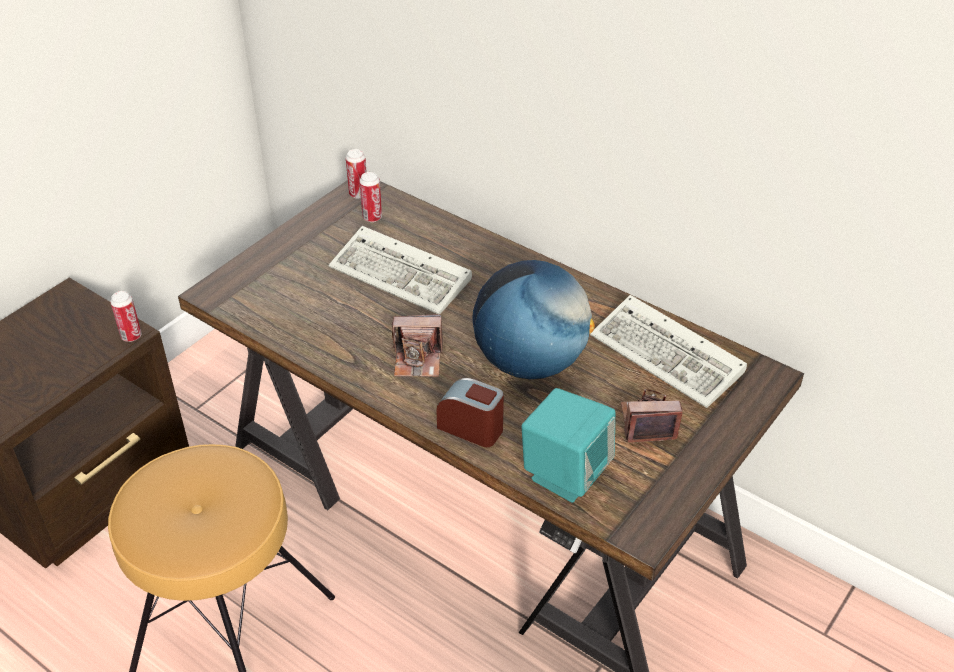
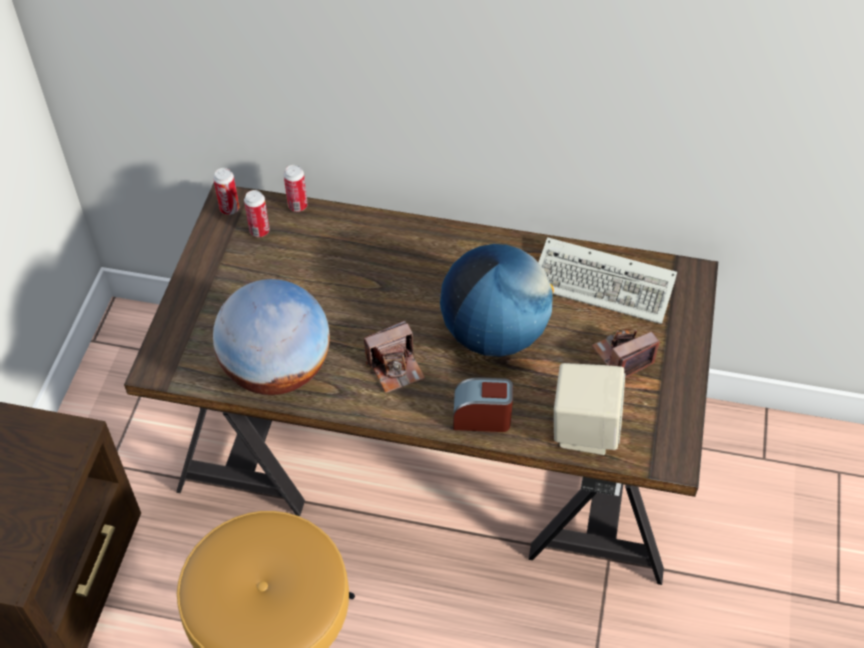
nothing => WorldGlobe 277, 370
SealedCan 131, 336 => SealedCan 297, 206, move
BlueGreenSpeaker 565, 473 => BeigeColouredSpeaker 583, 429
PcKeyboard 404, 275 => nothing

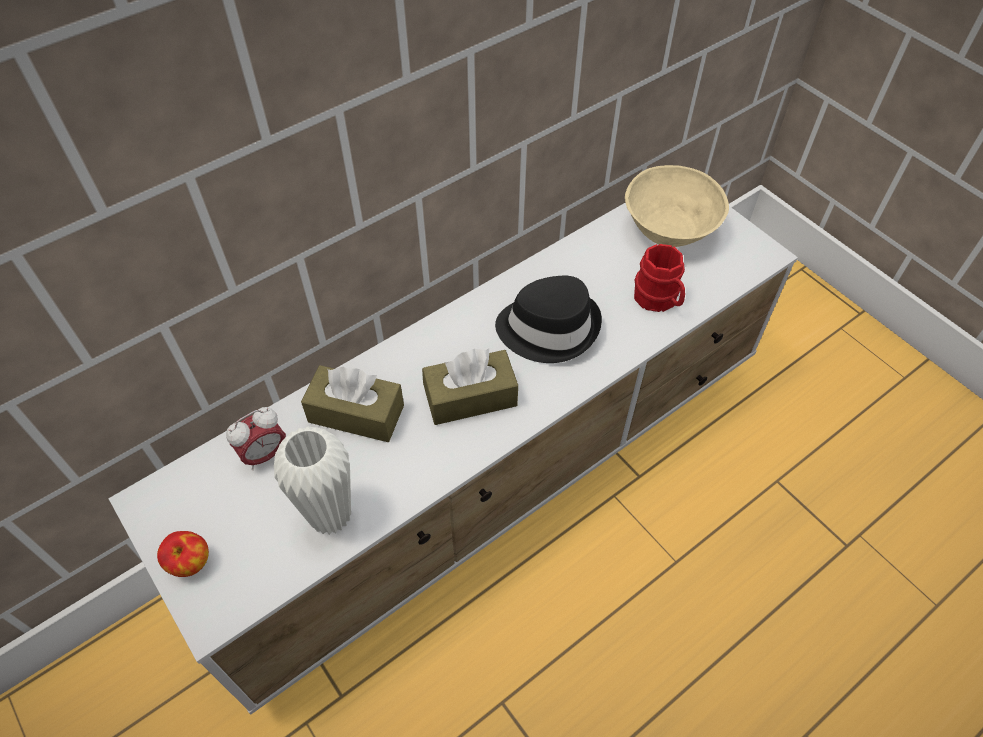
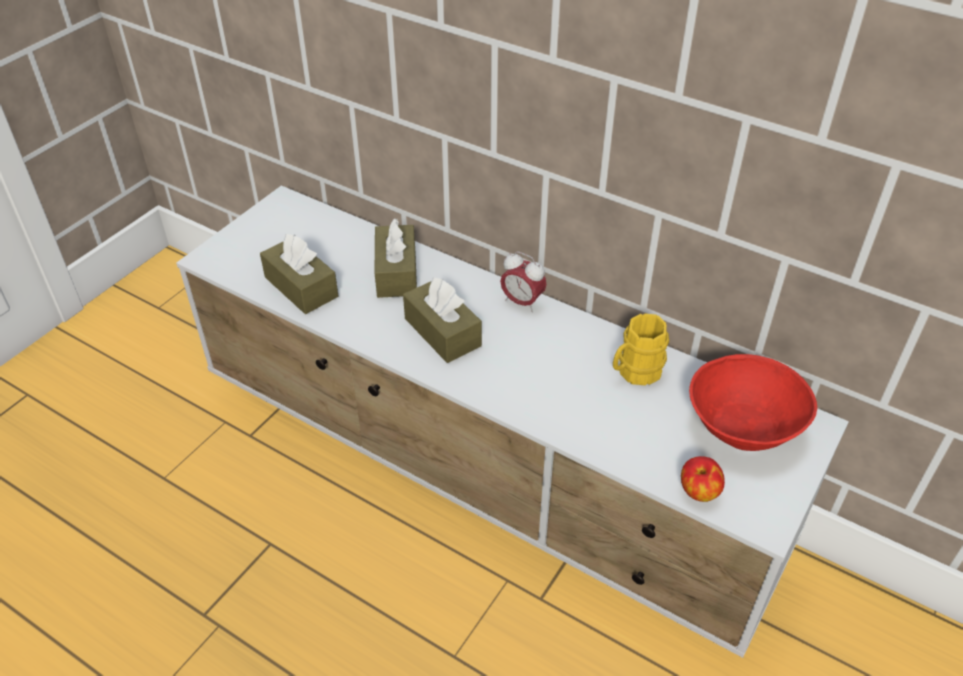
WhitishDecorativeVase 330, 515 => BrownColouredTissueHolder 301, 287
AlarmClock 264, 454 => AlarmClock 522, 302, move
nothing => YellowishTeaMug 634, 372
Apple 190, 563 => Apple 698, 492, move
BeigeColouredDeepDish 668, 228 => RedColouredDeepDish 742, 426
BlackColouredHat 548, 327 => nothing
RedColouredTeaMug 658, 300 => nothing

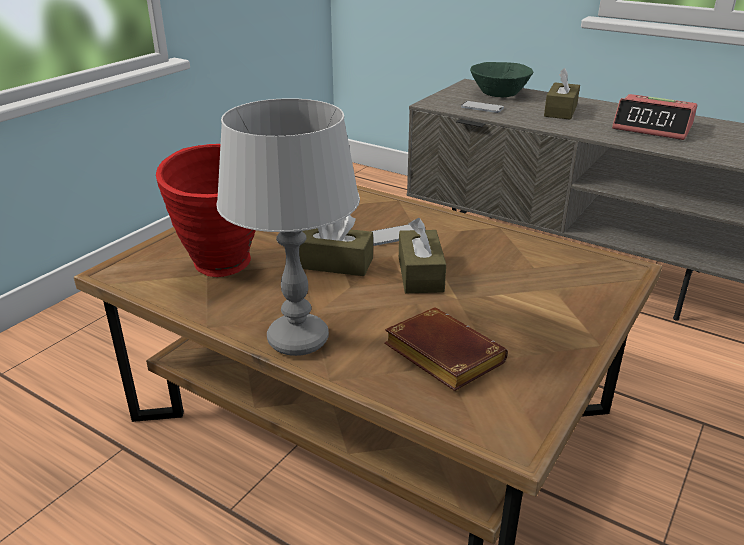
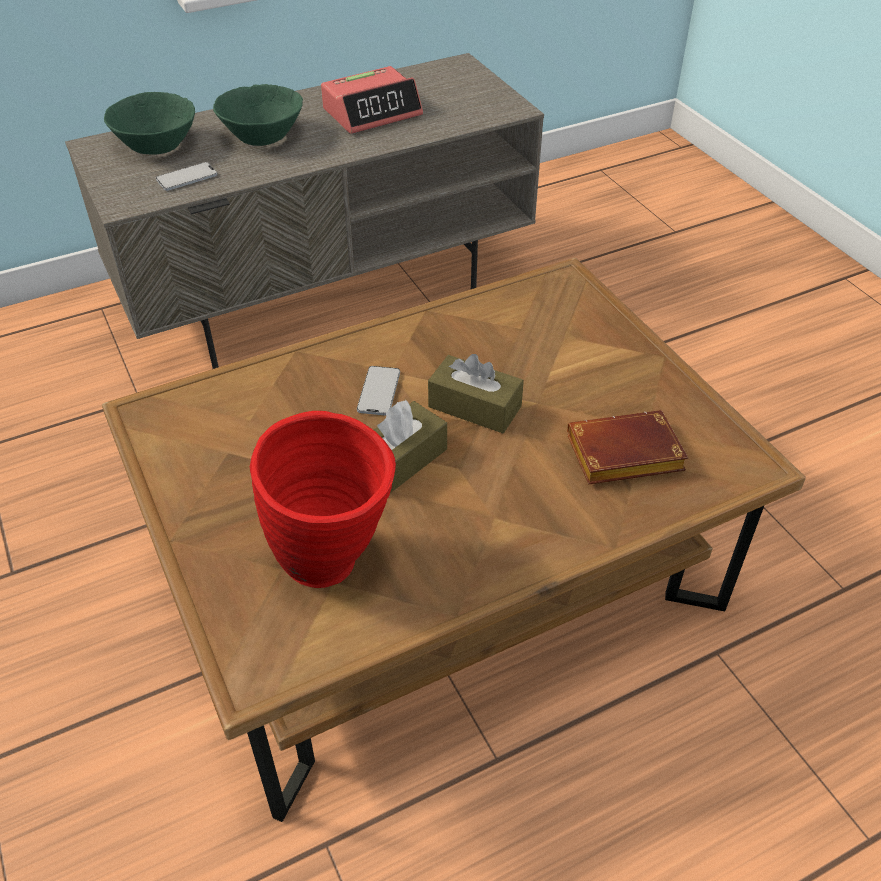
BrownColouredTissueHolder 560, 111 => GreenDeepDish 263, 136
GreyishLampForATable 297, 340 => nothing

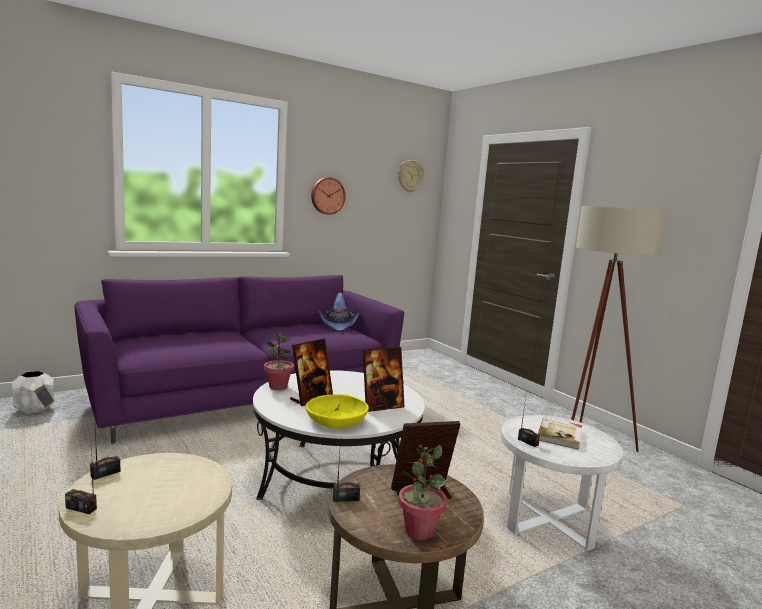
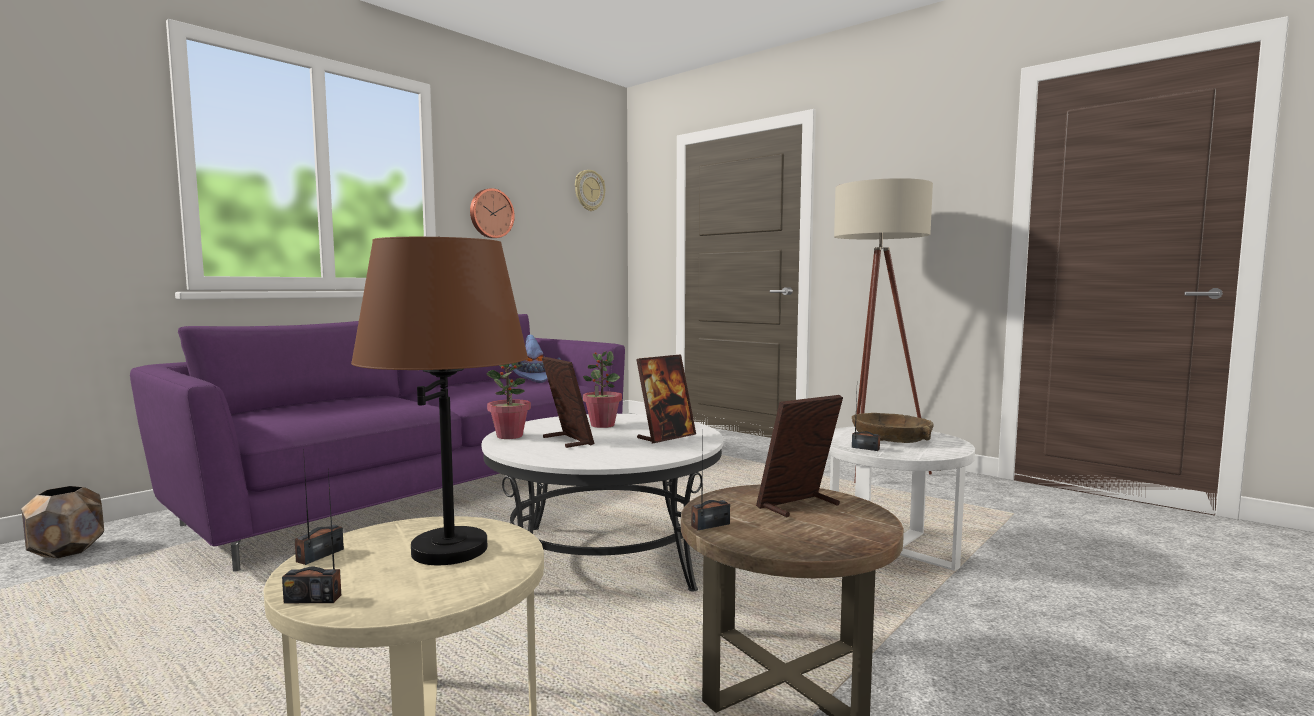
WhitishPlanter 35, 409 => BrownColouredPlanter 68, 551
nothing => BrownColouredLampForATable 449, 549
StandingFrame 311, 398 => StandingFrame 567, 441, 60 degrees counterclockwise
Houseplant 419, 531 => Houseplant 602, 425, move
Book 560, 435 => BrownColouredDeepDish 892, 438
YellowishDeepDish 336, 420 => nothing

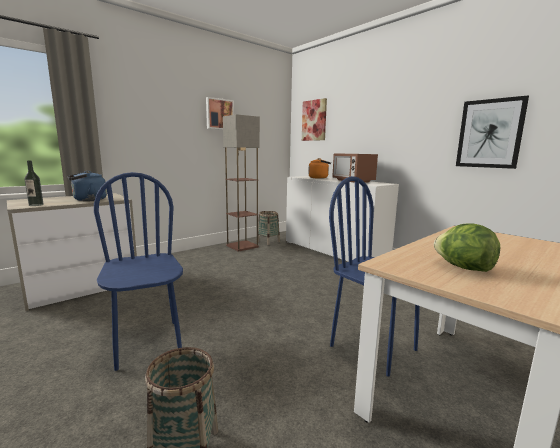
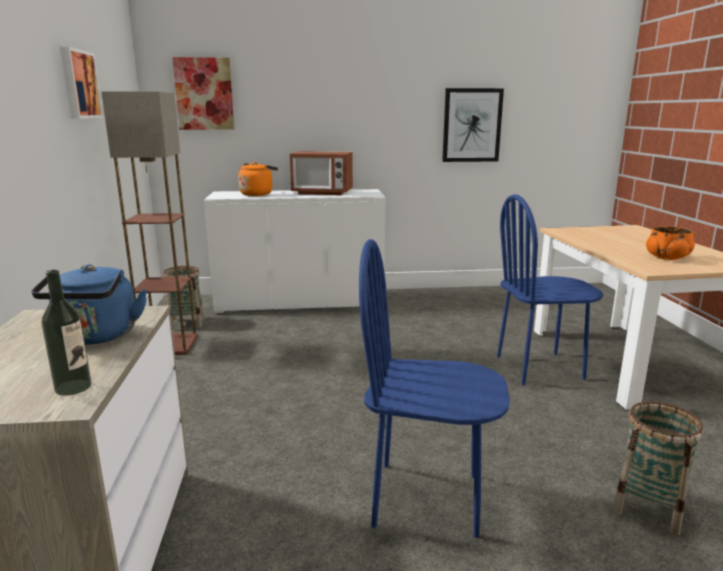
HeadOfLettuce 463, 268 => OrangeyDeepDish 667, 257

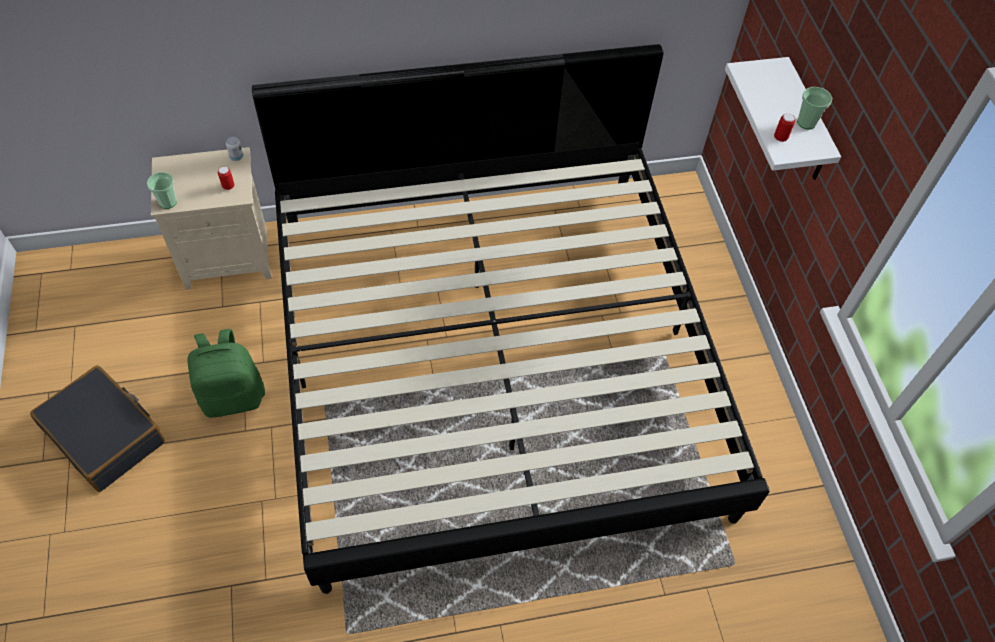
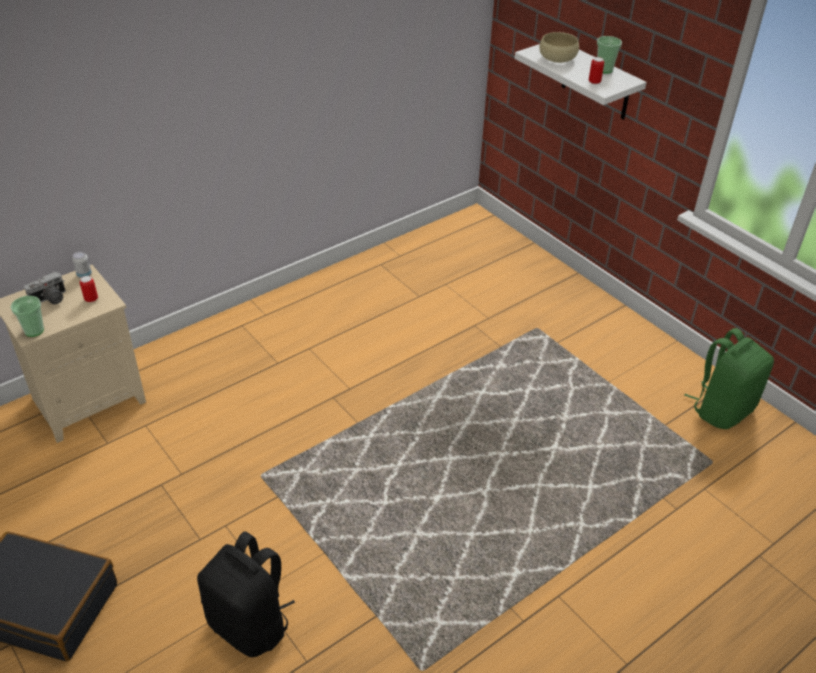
nothing => StillCamera 50, 300
nothing => BlackColouredRucksack 250, 624
nothing => BeigeColouredDeepDish 557, 58
GreenRucksack 233, 396 => GreenRucksack 722, 409, move
BedroomBed 495, 360 => nothing

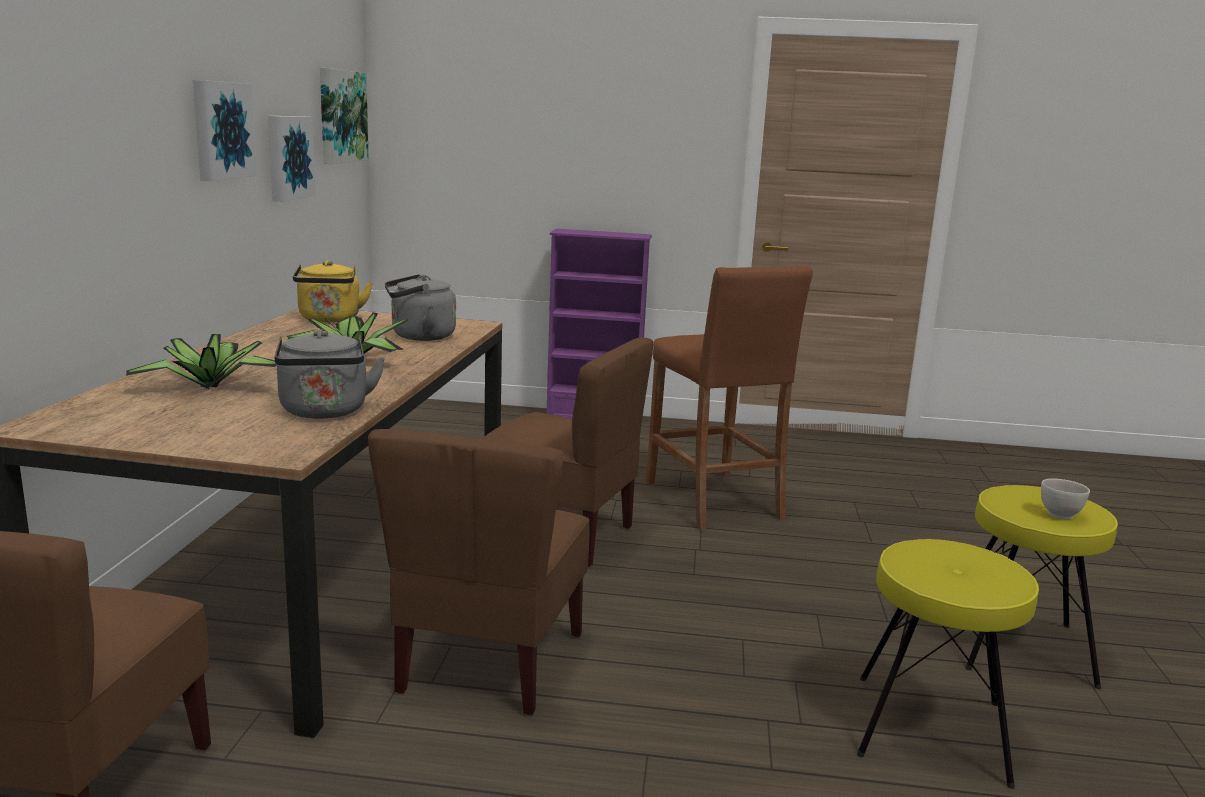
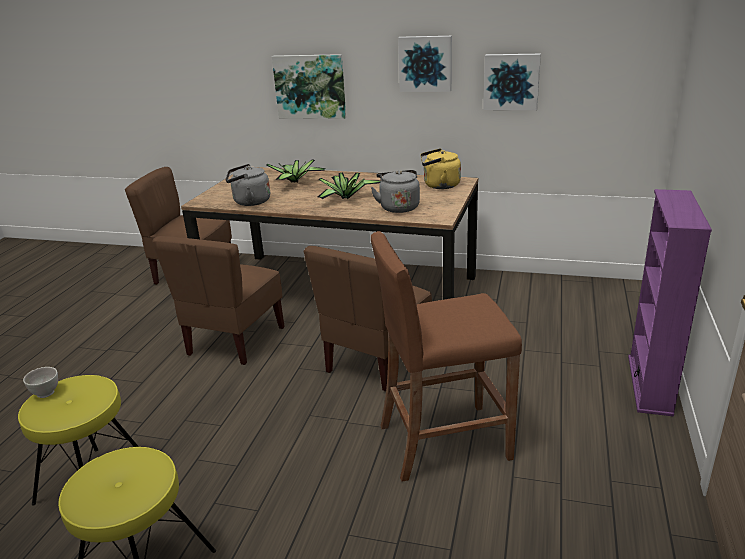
WhitishDeepDish 1059, 515 => WhitishDeepDish 46, 393, move
BrownColouredPlainChair 488, 662 => BrownColouredPlainChair 235, 341, 90 degrees counterclockwise
WallPicture 341, 116 => WallPicture 310, 86, move

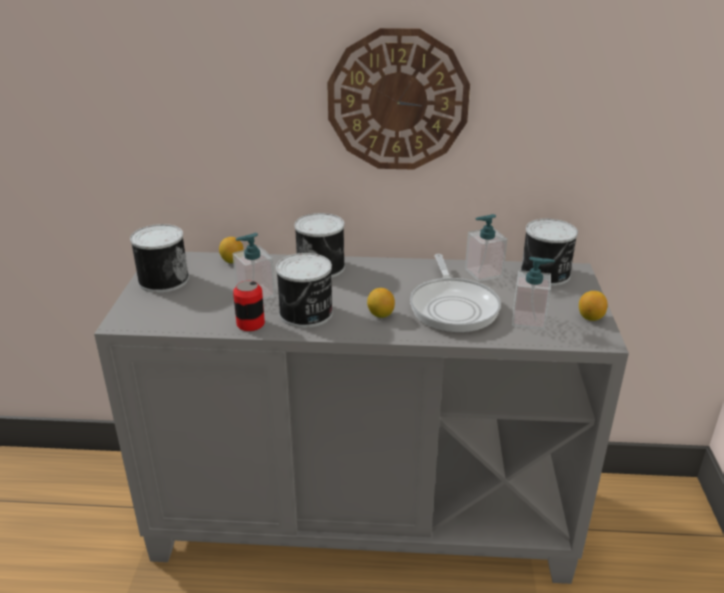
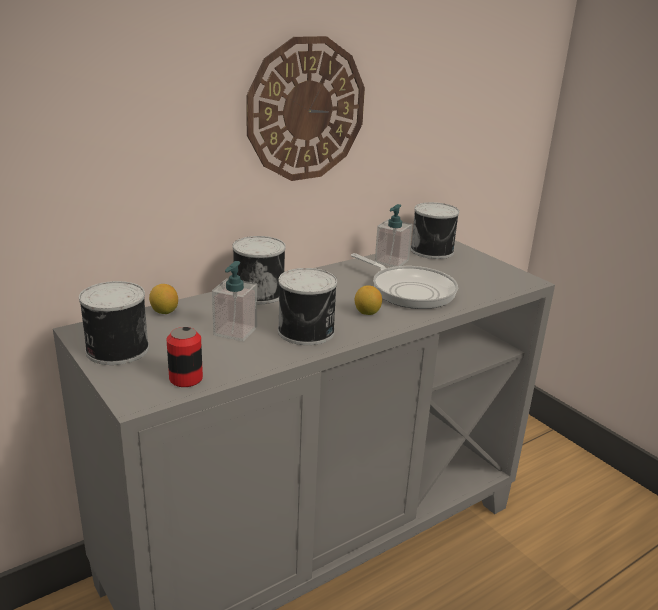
SealedCan 250, 324 => SealedCan 186, 379, move
LiquidSoapBottle 528, 320 => nothing
CitrusFruit 590, 317 => nothing

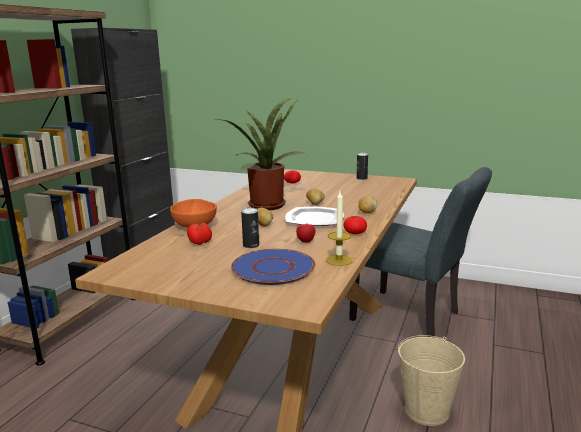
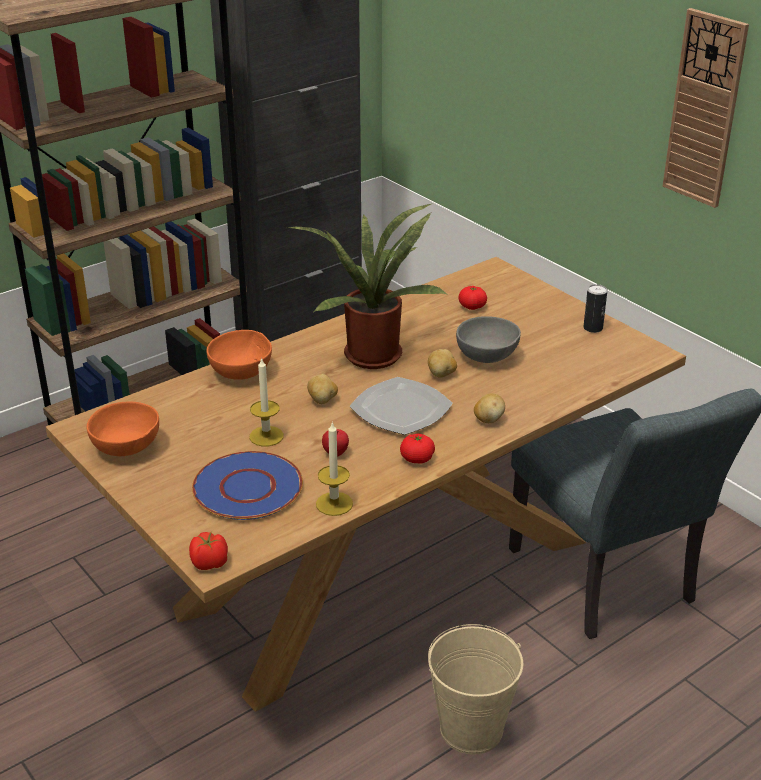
nothing => OrangeyDeepDish 127, 449
Tomato 200, 242 => Tomato 210, 563, move
SealedCan 251, 245 => Candle 266, 436
nothing => GreyishDeepDish 488, 357
nothing => HangingClock 705, 109

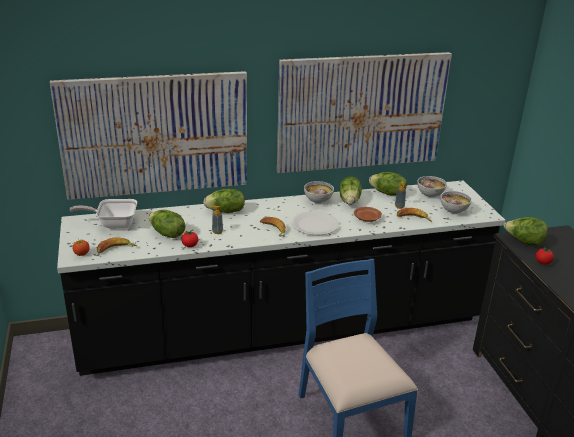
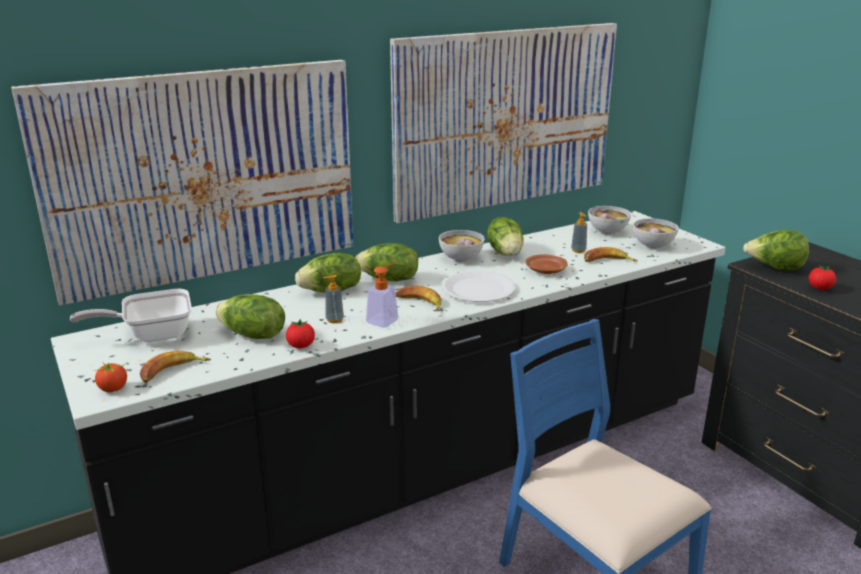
HeadOfLettuce 387, 193 => HeadOfLettuce 389, 279, move
nothing => LiquidSoapBottle 385, 319

